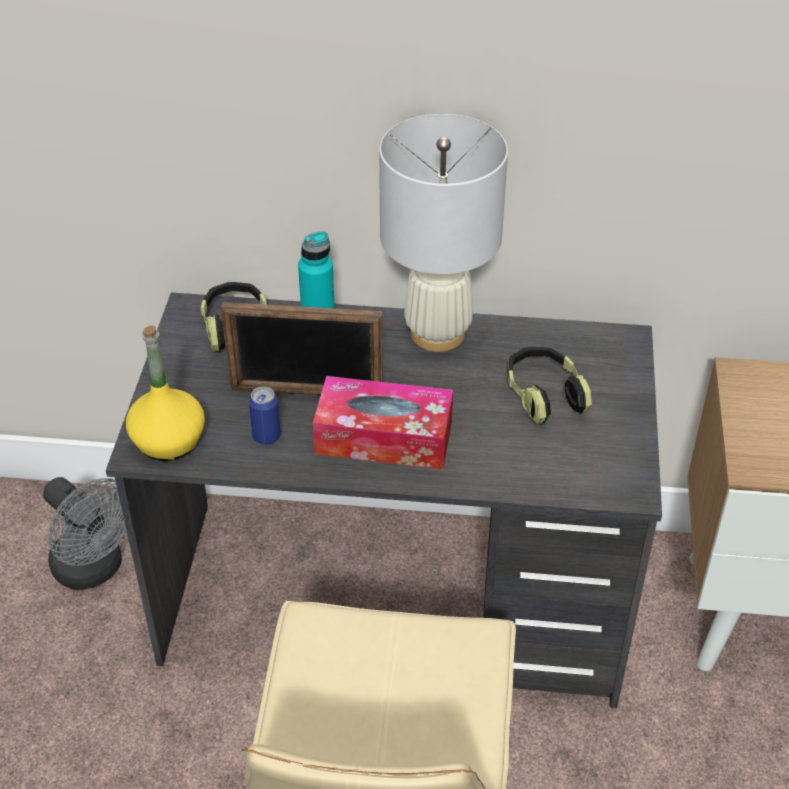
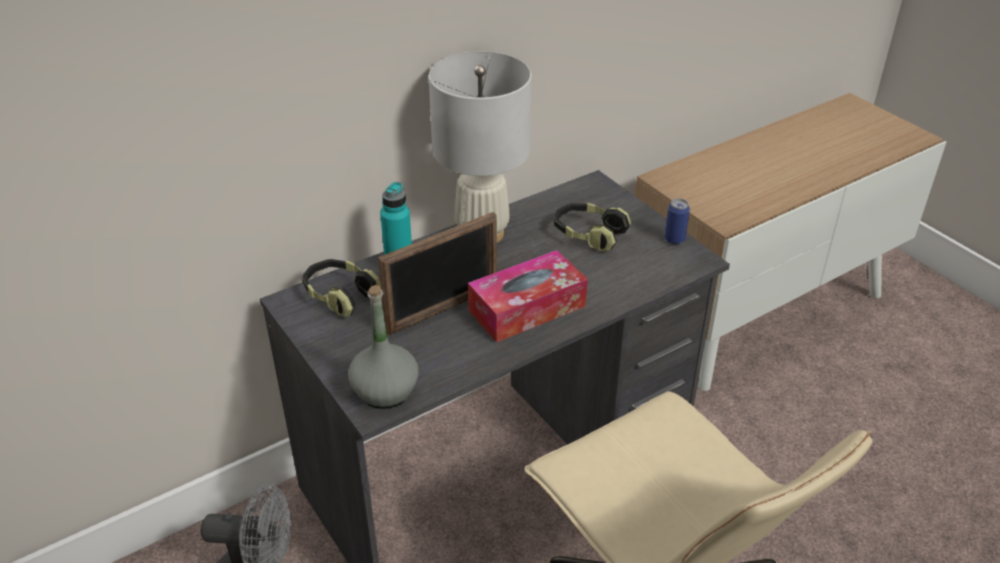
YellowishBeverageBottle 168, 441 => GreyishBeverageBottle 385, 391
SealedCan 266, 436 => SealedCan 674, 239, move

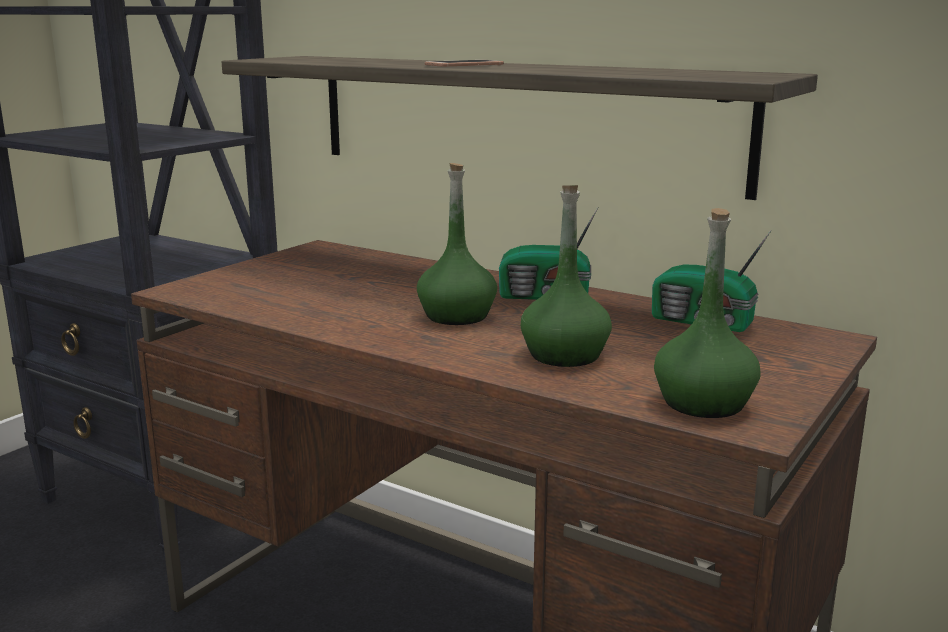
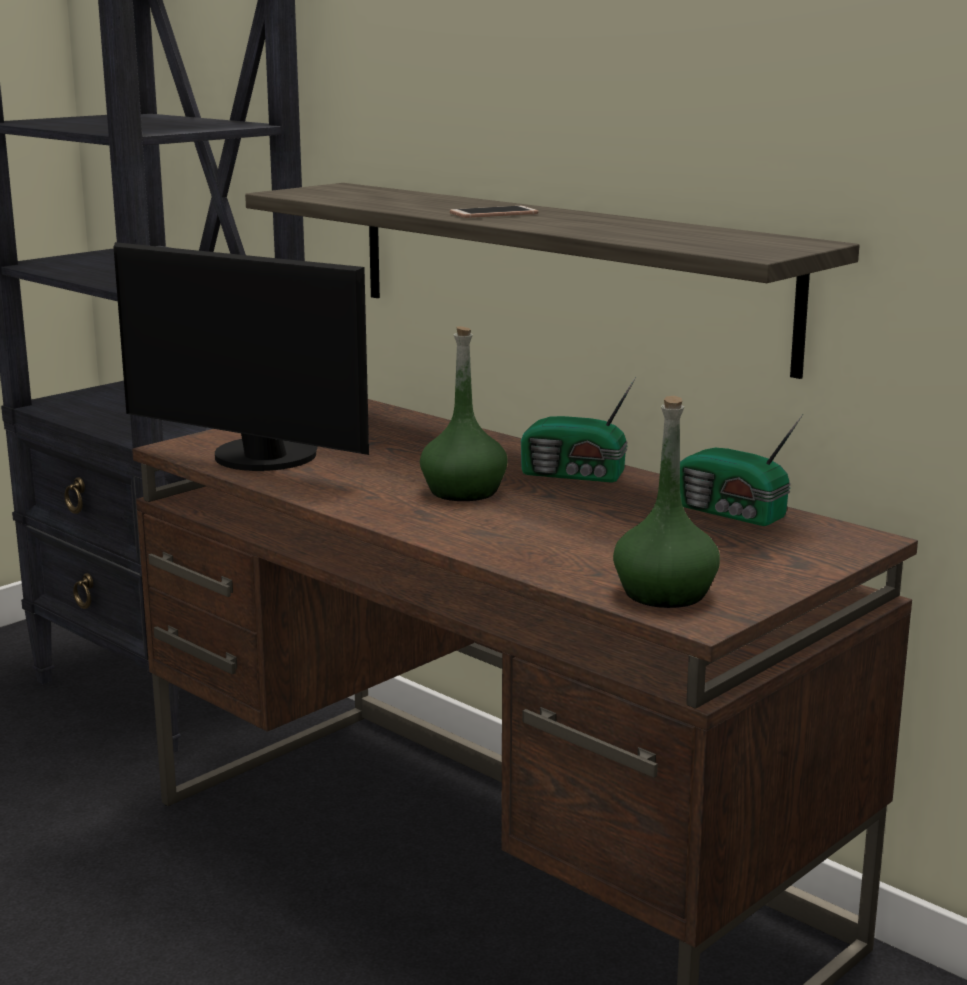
nothing => Monitor 258, 459
GreenBeverageBottle 564, 355 => nothing

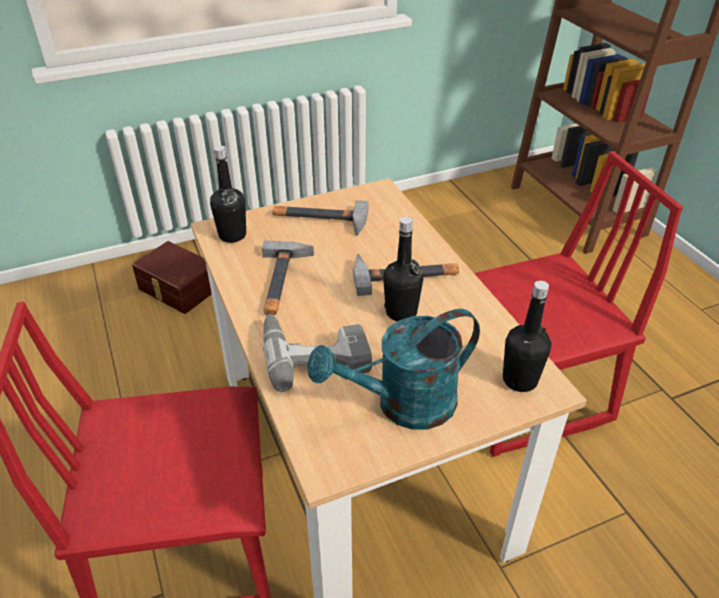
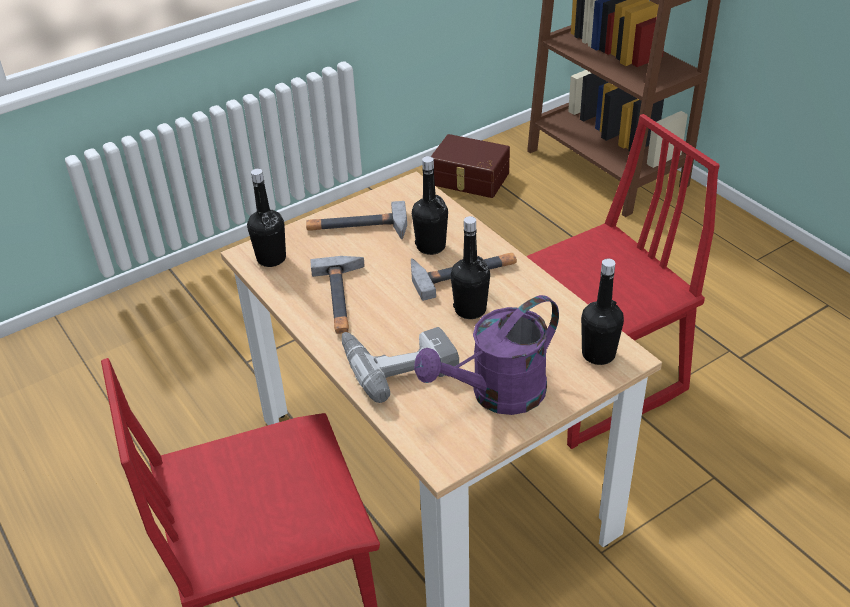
nothing => BlackColouredBeverageBottle 431, 246
BlueGreenWateringPot 403, 405 => PurpleColouredWateringPot 497, 395
BrownColouredStorageContainer 177, 289 => BrownColouredStorageContainer 469, 179, move

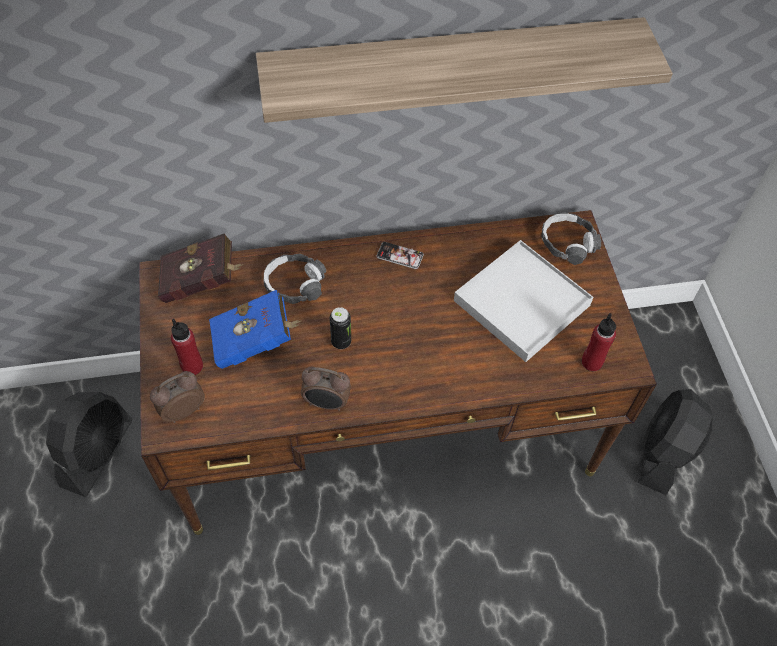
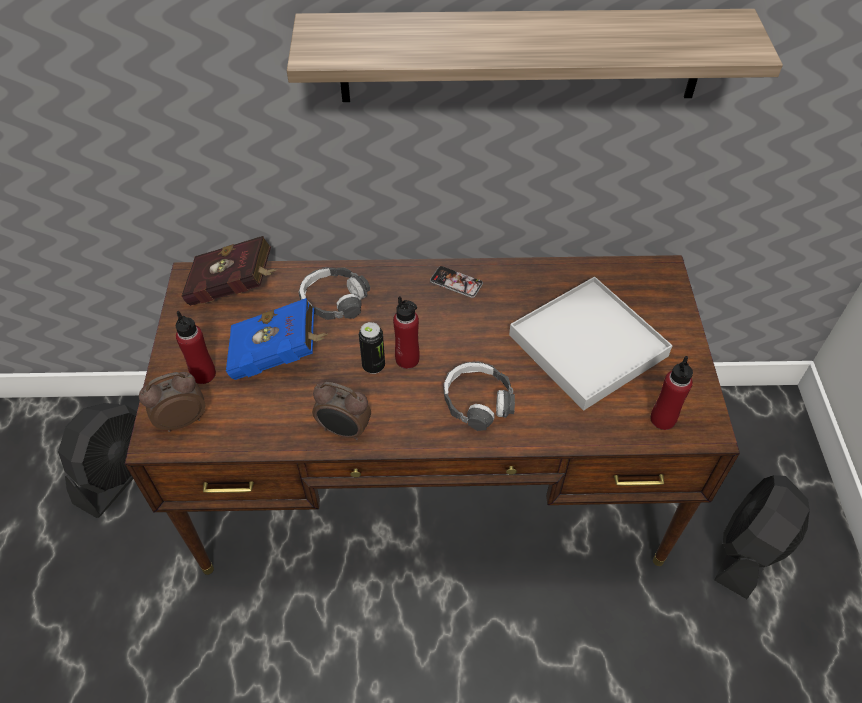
nothing => RedColouredBeverageBottle 407, 359
Headset 567, 243 => Headset 477, 401, move

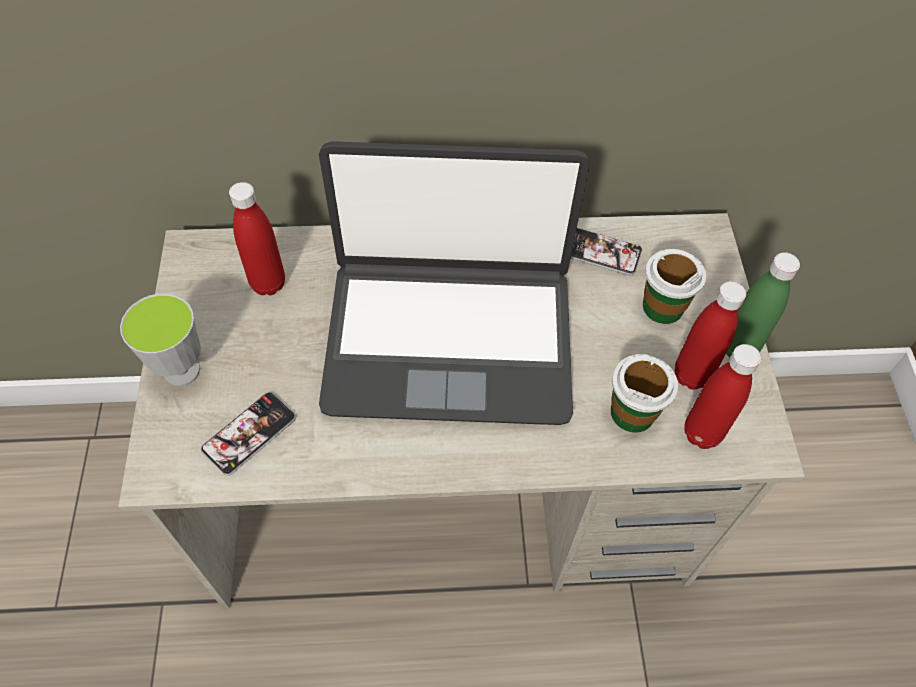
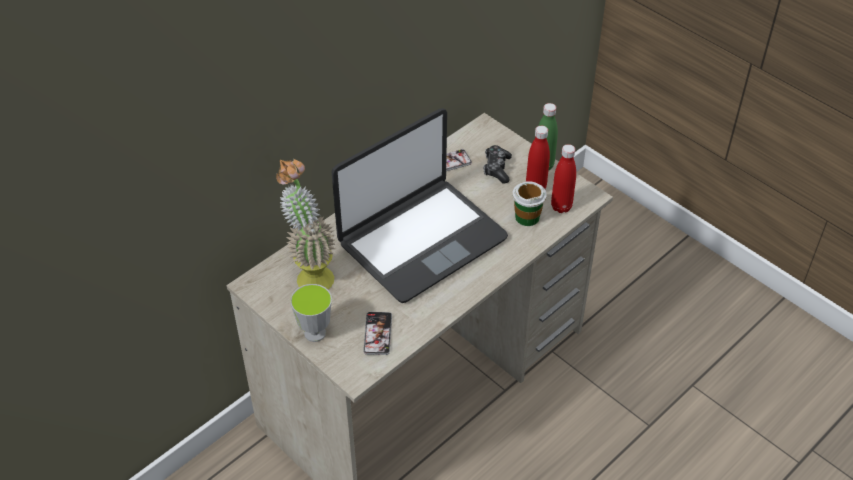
RedColouredBeverageBottle 268, 283 => Houseplant 310, 273
SmallCup 662, 306 => Joypad 497, 168

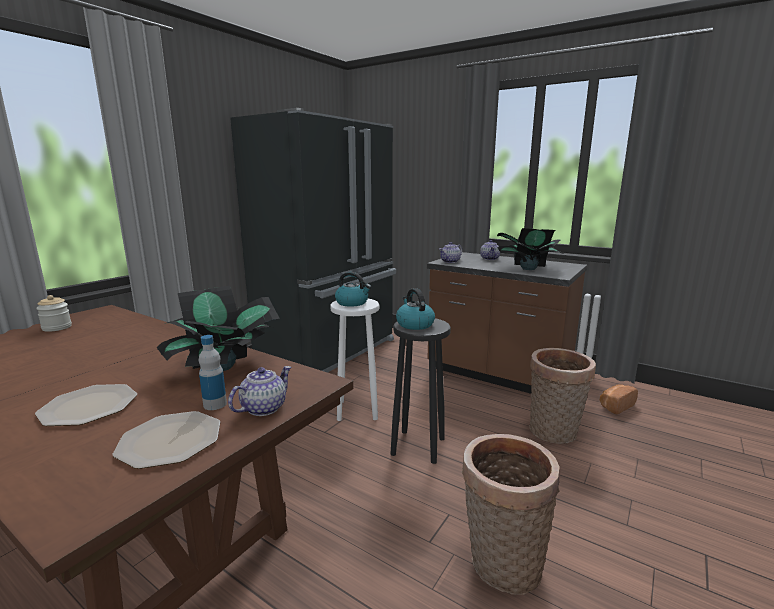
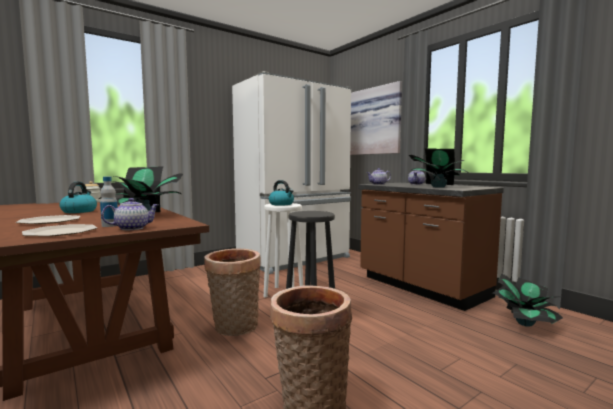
WaterKettle 414, 324 => WaterKettle 79, 211, move
Basket 553, 433 => Basket 234, 328, move
BlackColouredKitchenFridge 330, 351 => WhitishKitchenFridge 295, 259
nothing => WallPicture 376, 121
BakeryBread 615, 406 => Houseplant 525, 323

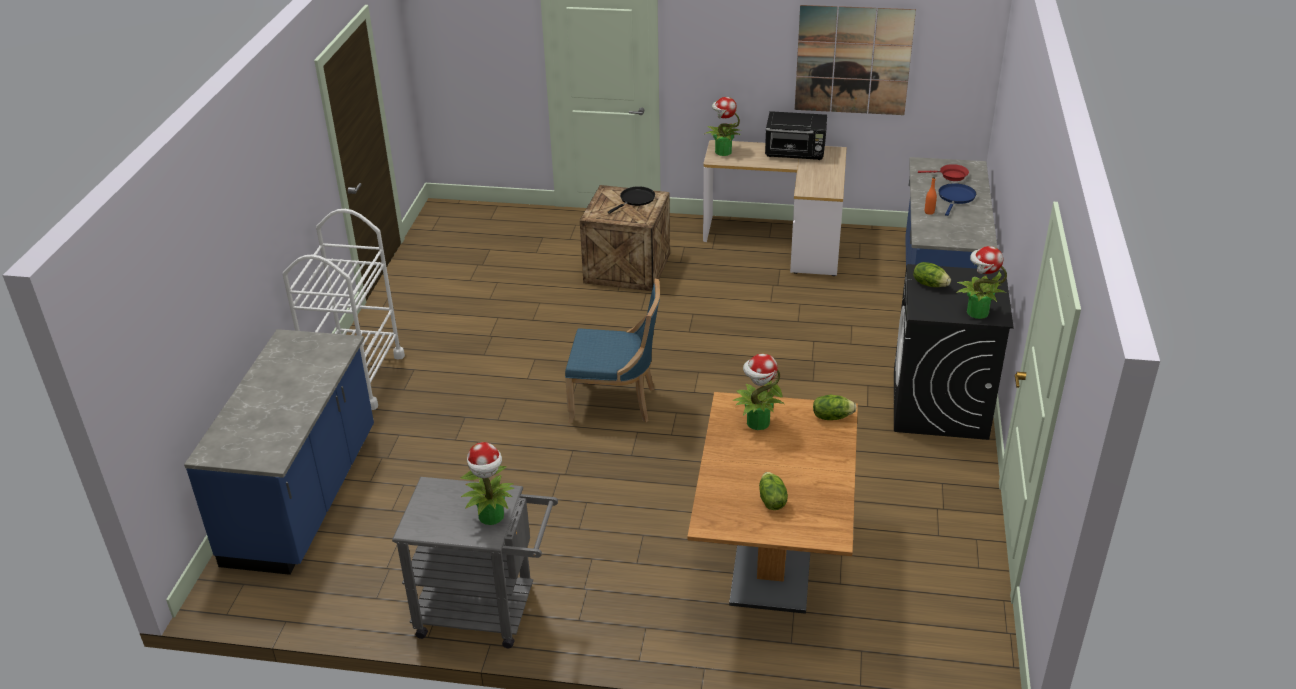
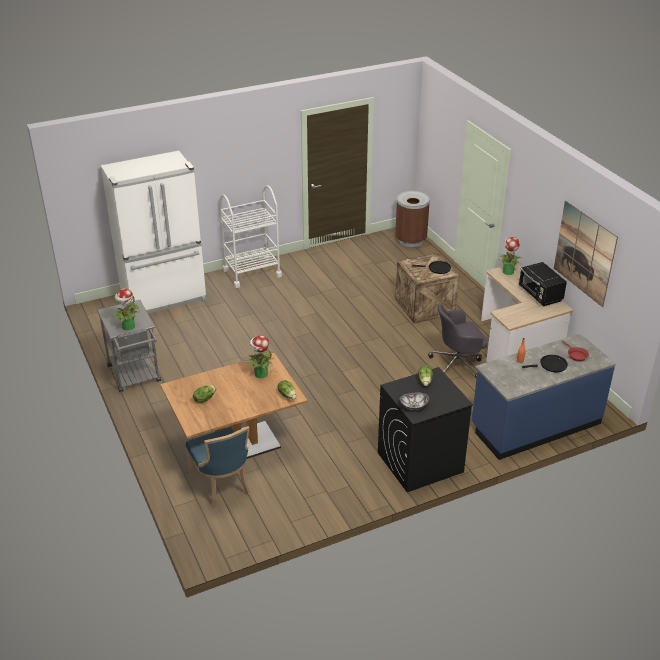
BlueKitchenCounter 304, 497 => WhitishKitchenFridge 164, 298
BluePlainChair 616, 403 => BluePlainChair 222, 485, move
nothing => BrownColouredWasteBin 410, 240
Houseplant 976, 312 => DeepDish 413, 406
nothing => GreyishOfficeChair 457, 364
BlueFryingPan 956, 198 => BlackColouredFryingPan 551, 365

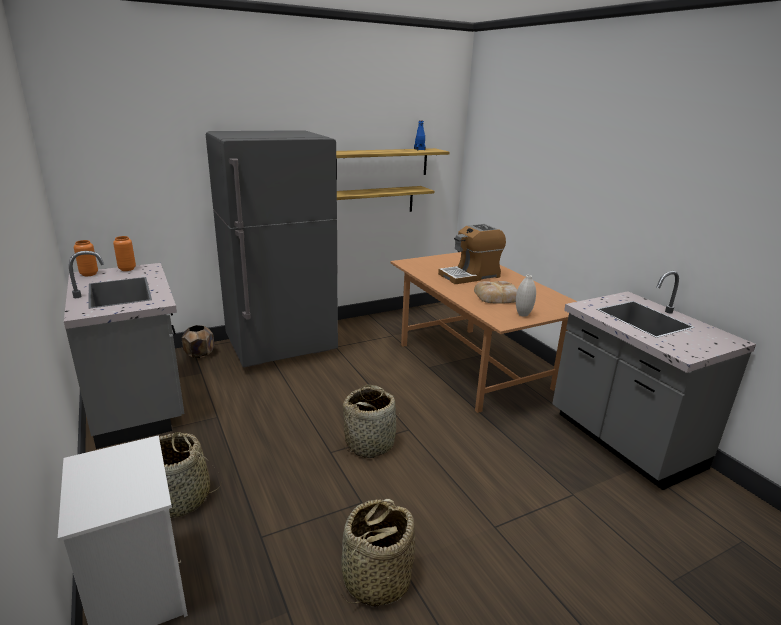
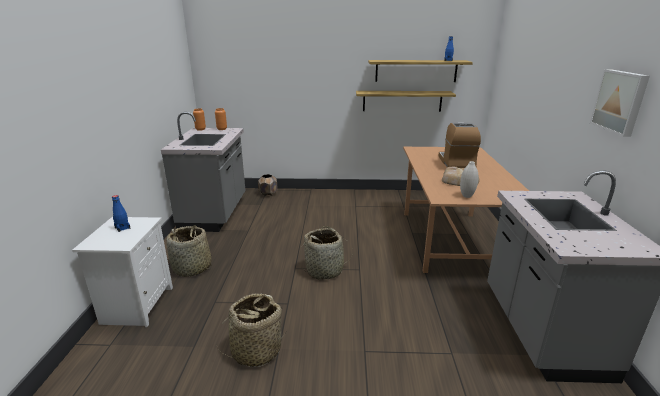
nothing => BlueBeverageBottle 122, 228
CoffeeMaker 470, 275 => CoffeeMaker 456, 163, 90 degrees clockwise
nothing => WallPicture 620, 101
GreyishKitchenFridge 282, 349 => nothing

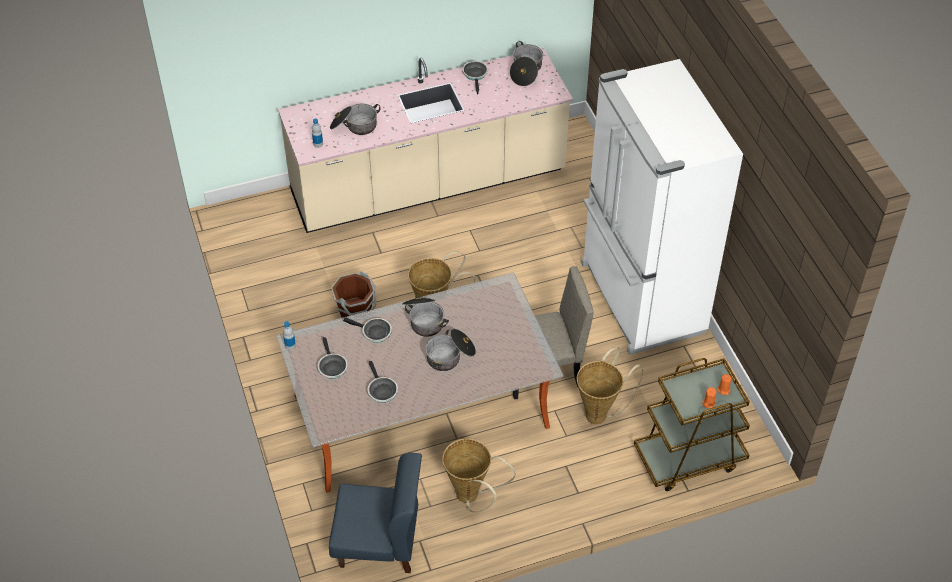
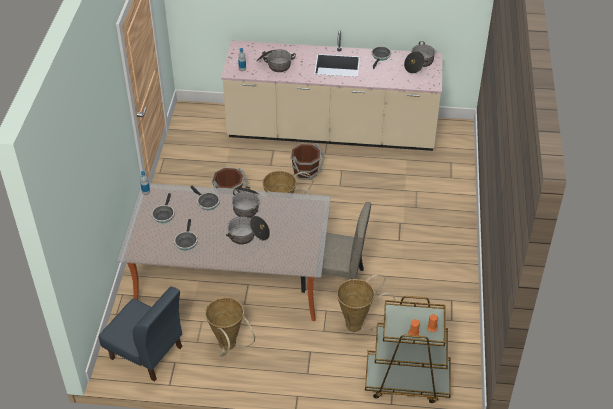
nothing => BrownColouredBucket 306, 171
WhitishKitchenFridge 640, 299 => nothing

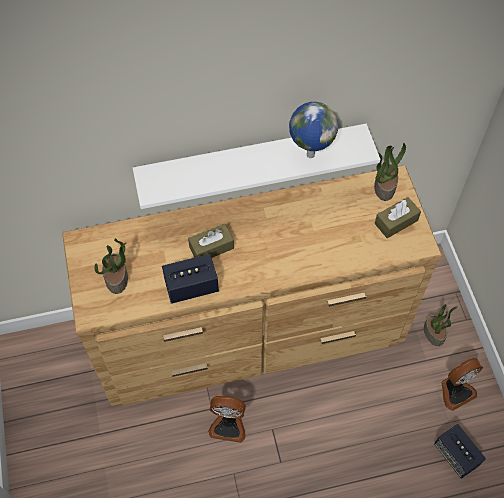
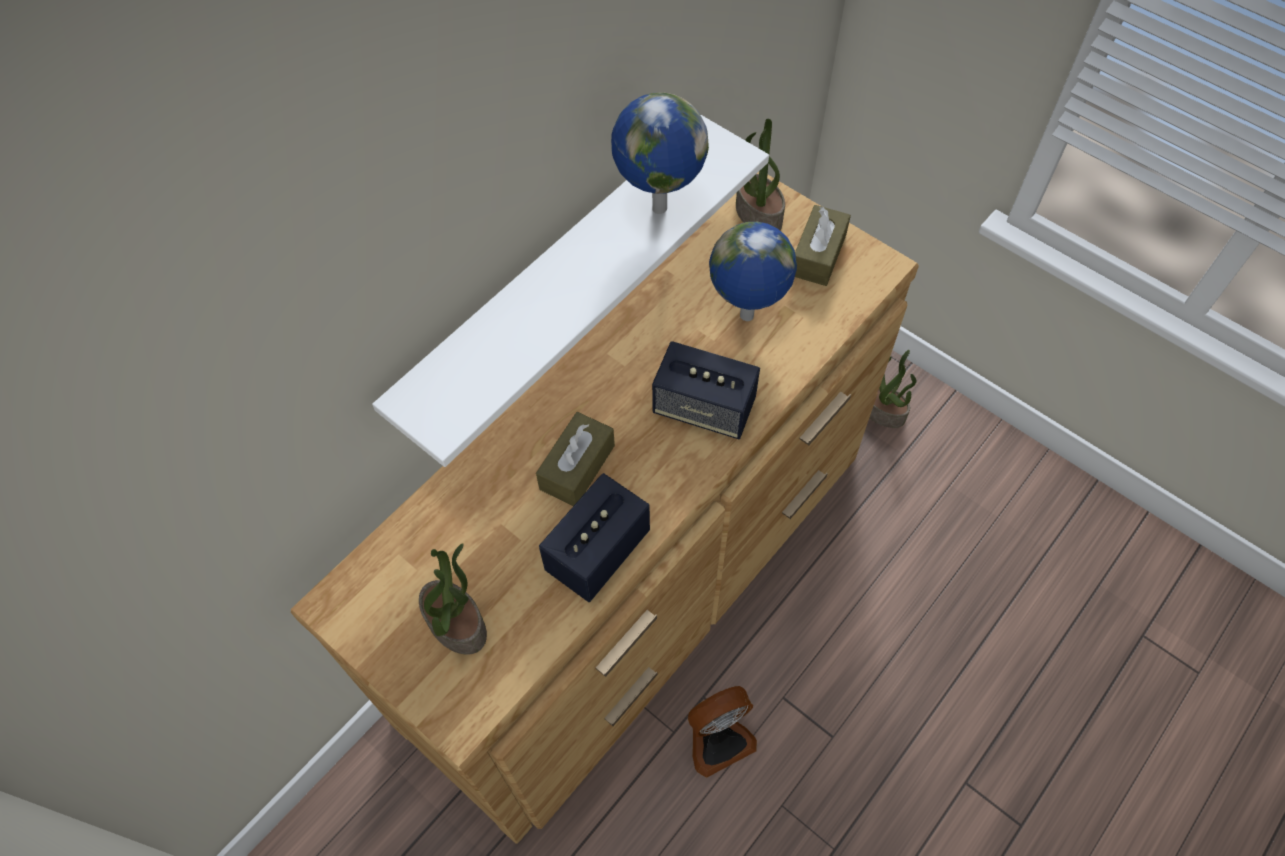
Speaker 456, 455 => Speaker 704, 408, move
nothing => WorldGlobe 747, 317
CoolingFan 455, 391 => nothing

